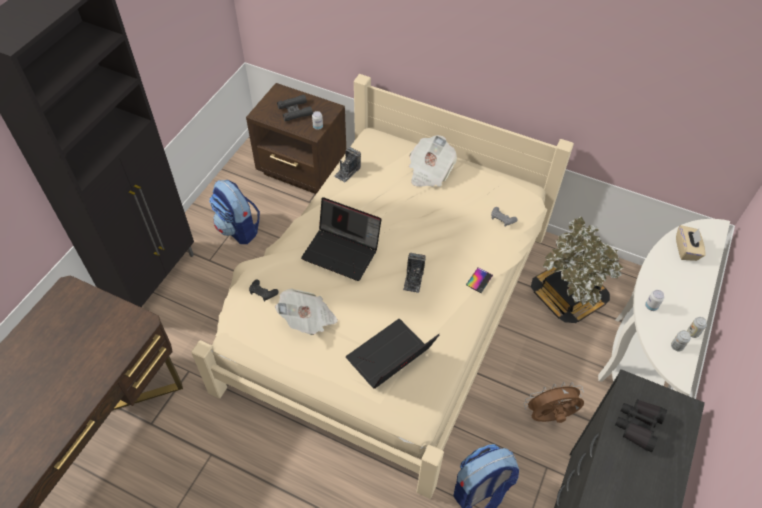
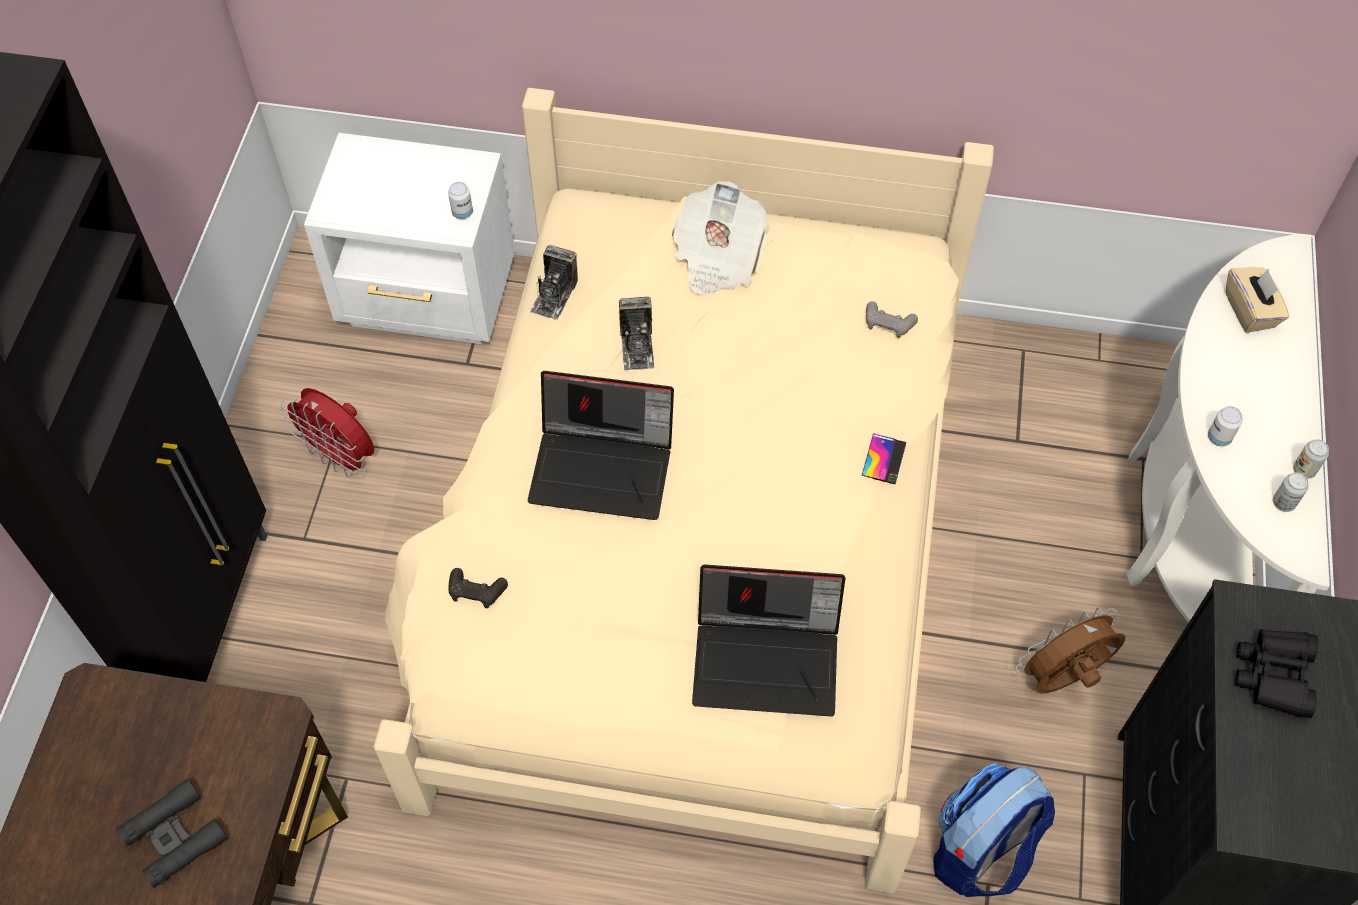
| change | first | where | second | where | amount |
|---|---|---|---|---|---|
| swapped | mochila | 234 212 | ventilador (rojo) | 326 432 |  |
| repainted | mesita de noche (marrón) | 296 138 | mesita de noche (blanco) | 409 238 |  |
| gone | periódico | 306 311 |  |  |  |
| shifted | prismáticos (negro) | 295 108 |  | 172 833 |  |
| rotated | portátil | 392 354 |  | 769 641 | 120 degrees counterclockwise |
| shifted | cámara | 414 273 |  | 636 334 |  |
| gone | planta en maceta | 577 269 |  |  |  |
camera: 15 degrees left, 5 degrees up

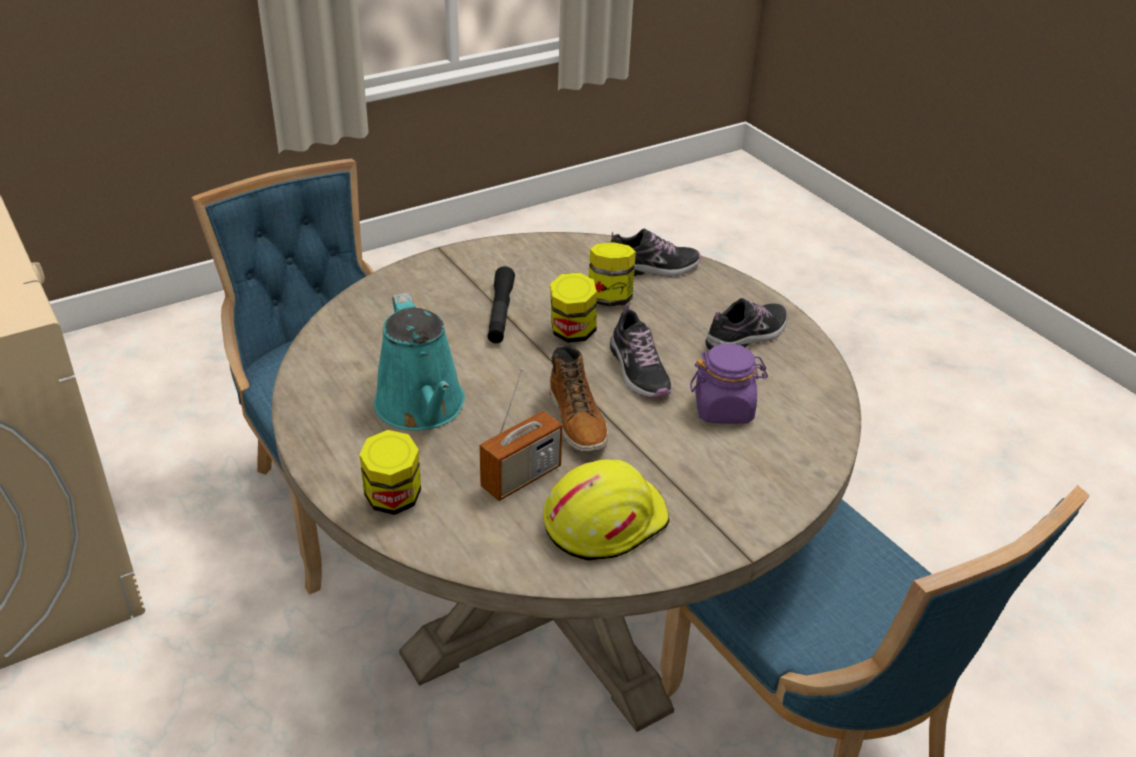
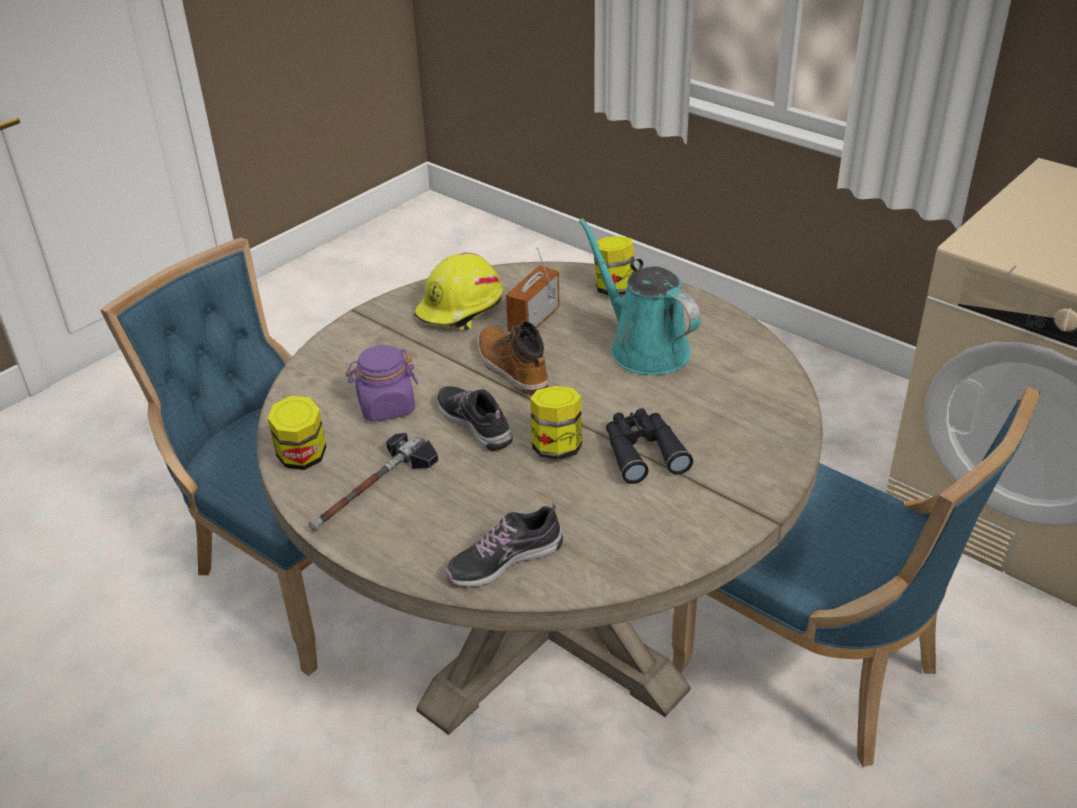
| change | first | where | second | where | amount |
|---|---|---|---|---|---|
| swapped | linterna (negro) | 501 304 | prismáticos (negro) | 649 446 |  |
| shifted | tarro | 612 274 |  | 297 432 |  |
| swapped | zapato | 746 323 | martillo | 373 482 |  |
camera: 165 degrees right, 0 degrees up

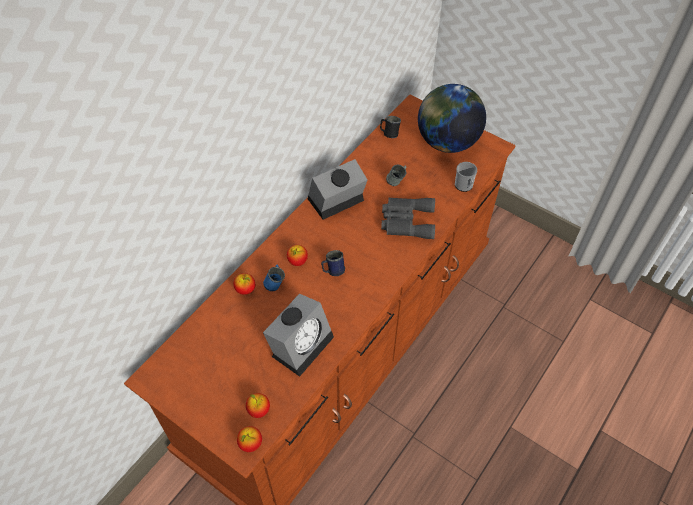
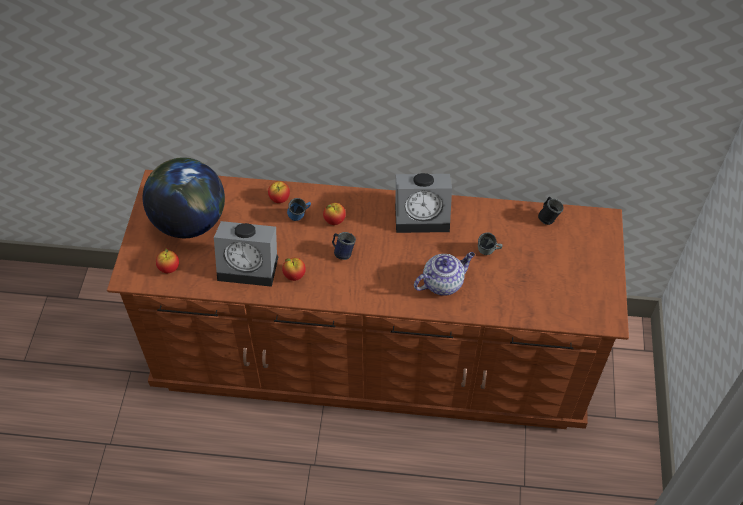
| change | first | where | second | where | amount |
|---|---|---|---|---|---|
| shifted | manzana | 249 439 |  | 294 269 |  |
| rotated | despertador | 338 189 |  | 423 203 | 150 degrees clockwise |
| swapped | prismáticos (gris) | 408 218 | tetera | 444 274 |  |
| shifted | globo terráqueo | 452 118 |  | 184 197 |  |
| gone | taza grande | 466 177 |  |  |  |
camera: 60 degrees right, 0 degrees up

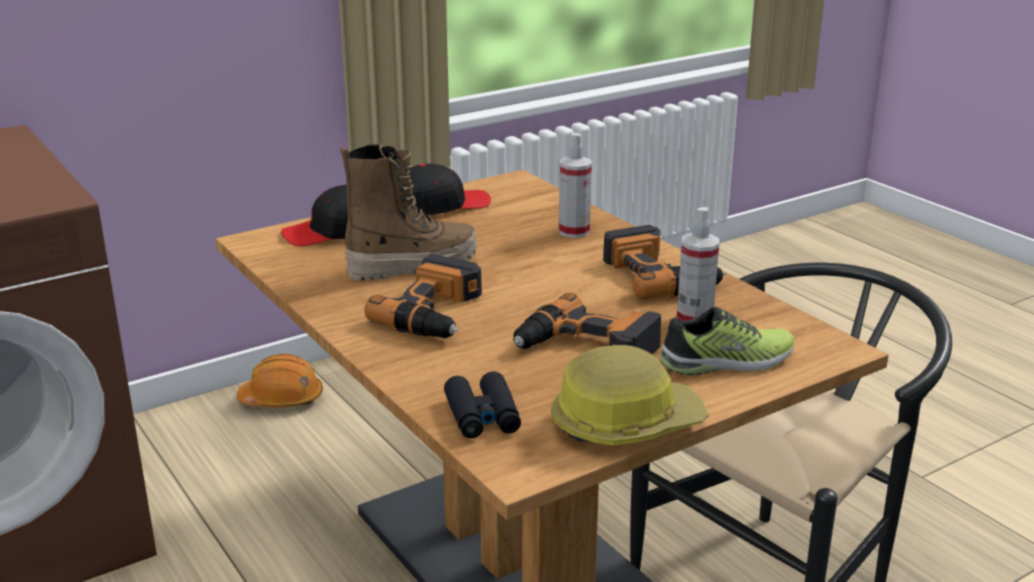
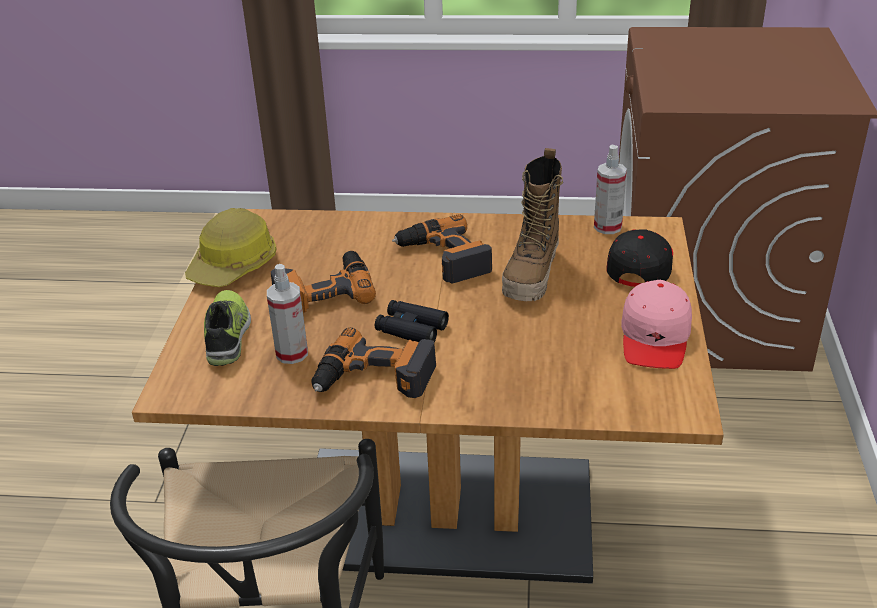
| change | first | where | second | where | amount |
|---|---|---|---|---|---|
| gone | casco (naranja) | 280 380 |  |  |  |
| repainted | gorra (negro) | 449 189 | gorra (rosa) | 656 324 |  |
| shifted | prismáticos (negro) | 482 405 |  | 412 321 |  |
| shifted | pulverizador | 575 185 |  | 610 189 |  |
| rotated | zapato | 727 340 |  | 227 328 | 150 degrees clockwise |
camera: 130 degrees right, 10 degrees up

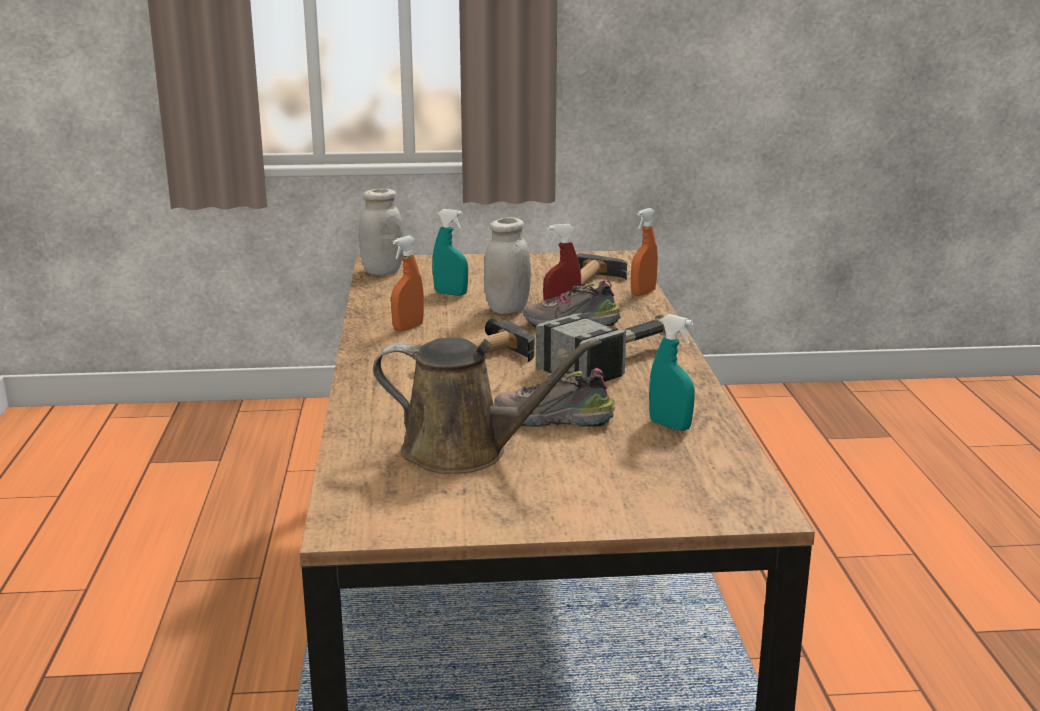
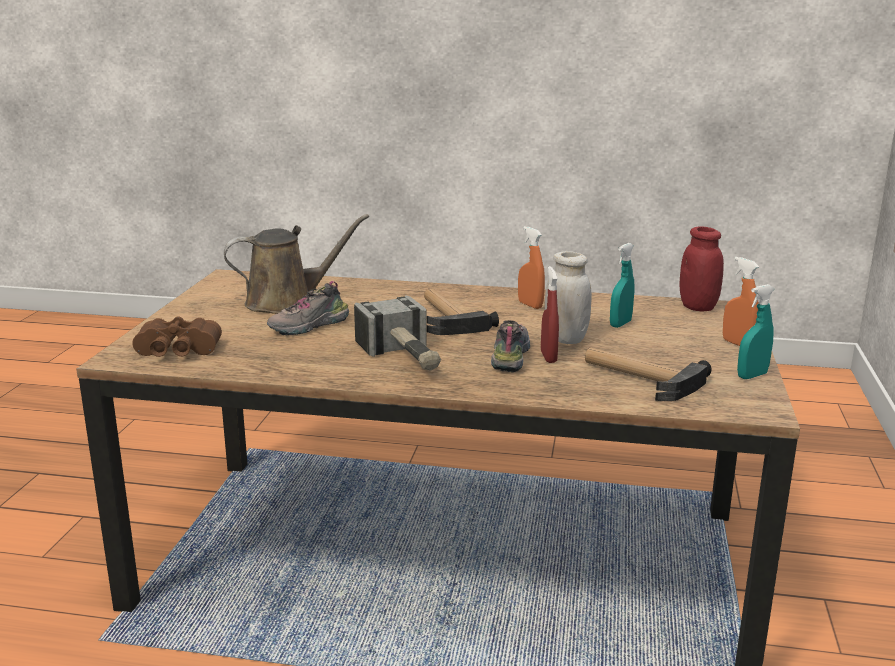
| change | first | where | second | where | amount |
|---|---|---|---|---|---|
| repainted | tarro (blanco) | 381 232 | tarro (rojo) | 702 268 |  |
| rotated | regadera (marrón) | 487 406 |  | 296 264 | 135 degrees counterclockwise |
| rotated | zapato | 554 397 |  | 308 308 | 150 degrees counterclockwise |
| shifted | pulverizador (naranja) | 644 252 |  | 741 301 |  |
| shifted | pulverizador (turquesa) | 672 372 |  | 755 331 |  |
| new |  |  | prismáticos (marrón) | 177 336 |  |
camera: 105 degrees right, 0 degrees up

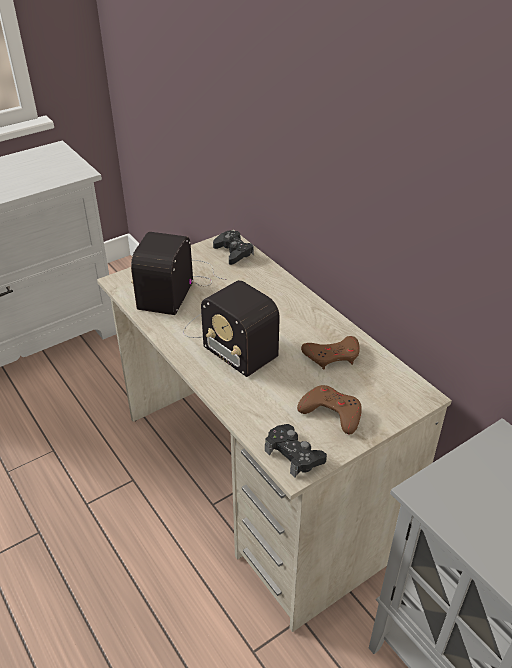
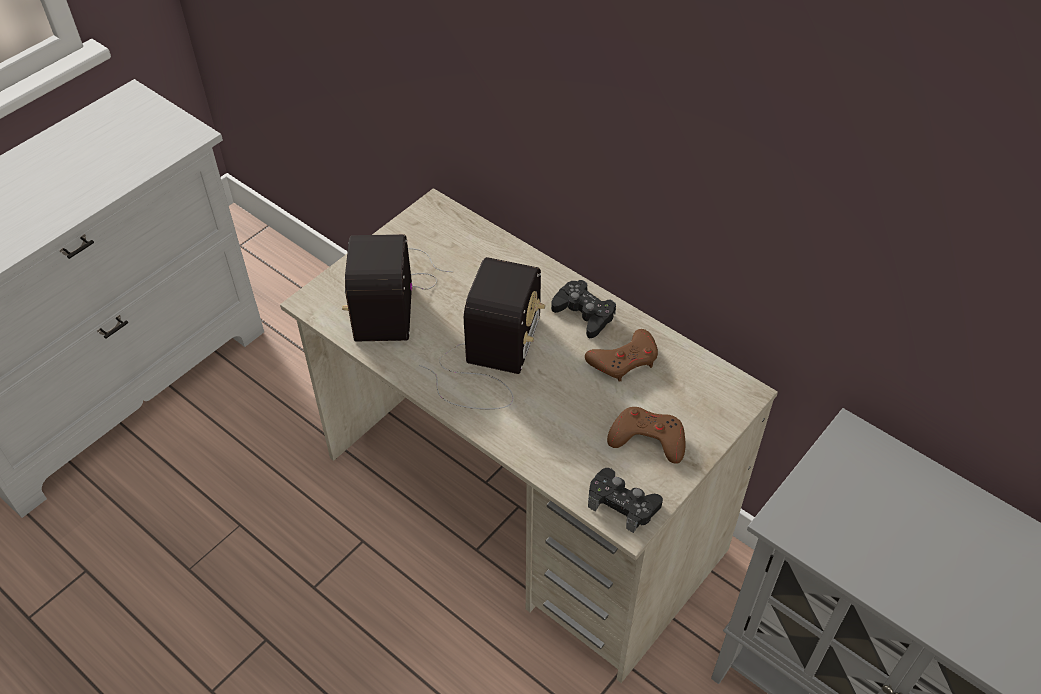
| change | first | where | second | where | amount |
|---|---|---|---|---|---|
| rotated | radio | 231 328 |  | 482 333 | 105 degrees counterclockwise |
| shifted | mando de consola (negro) | 233 247 |  | 583 309 |  |
camera: 15 degrees left, 10 degrees up

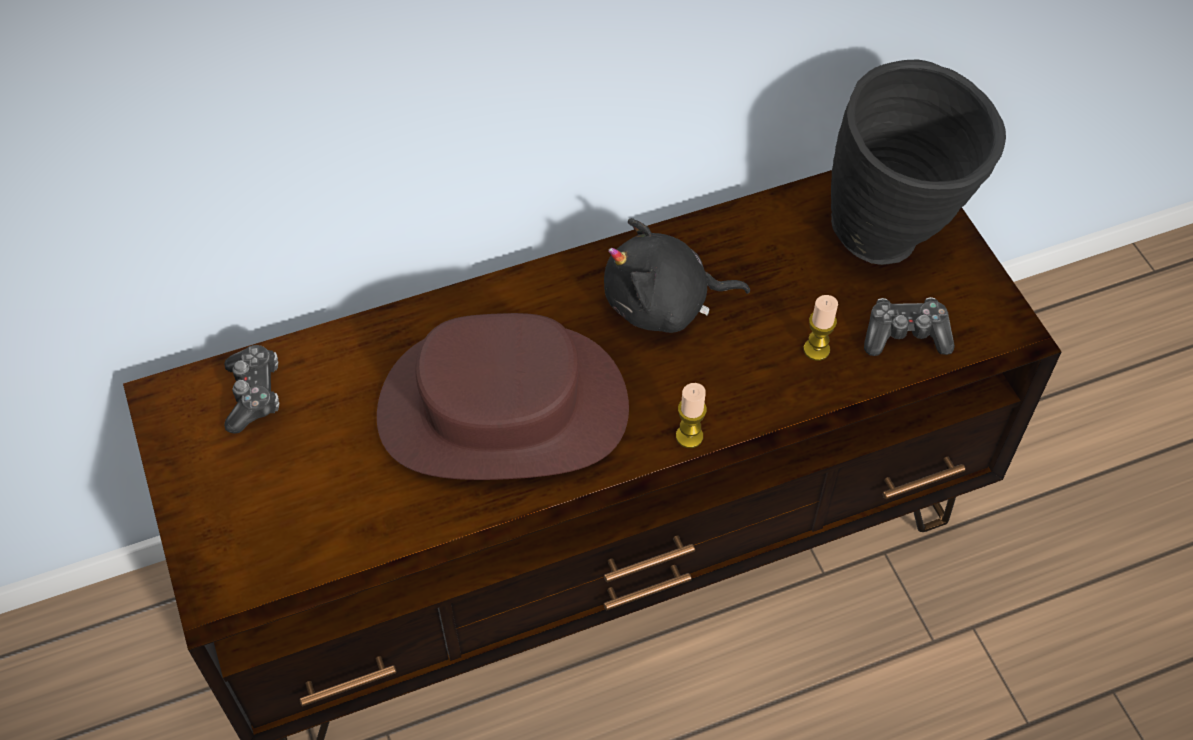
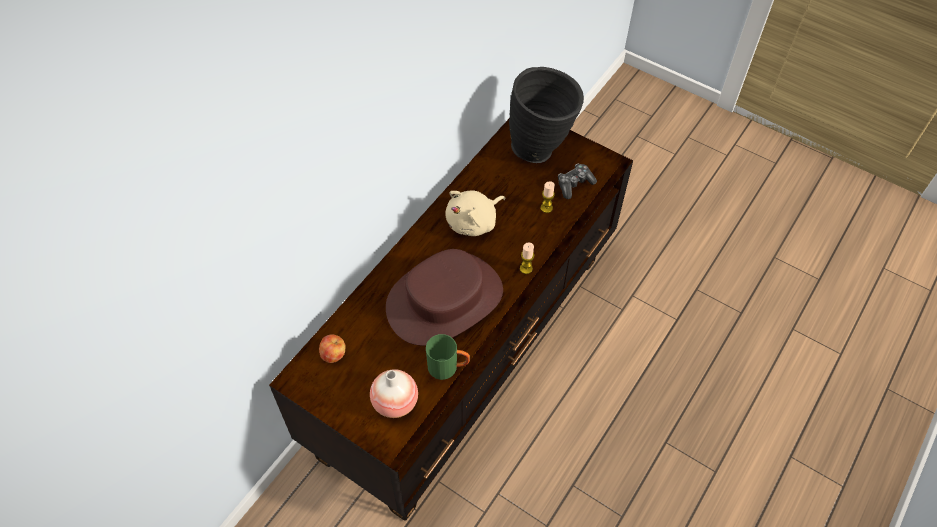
| change | first | where | second | where | amount |
|---|---|---|---|---|---|
| swapped | mando de consola | 251 389 | manzana | 332 348 |  |
| repainted | peluche (negro) | 677 275 | peluche (beis) | 475 213 |  |
| new |  |  | florero | 394 393 |  |
| new |  |  | taza grande (verde) | 448 357 |  |
camera: 35 degrees left, 0 degrees up

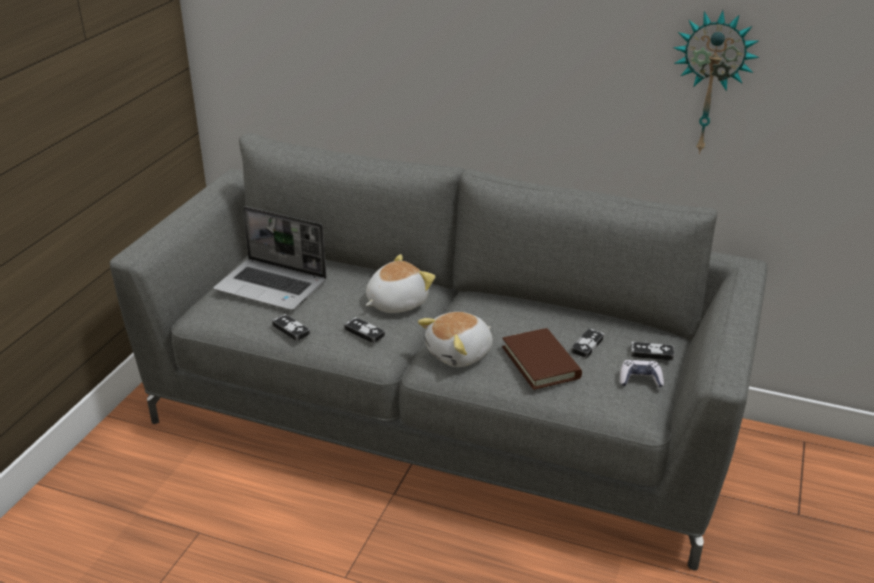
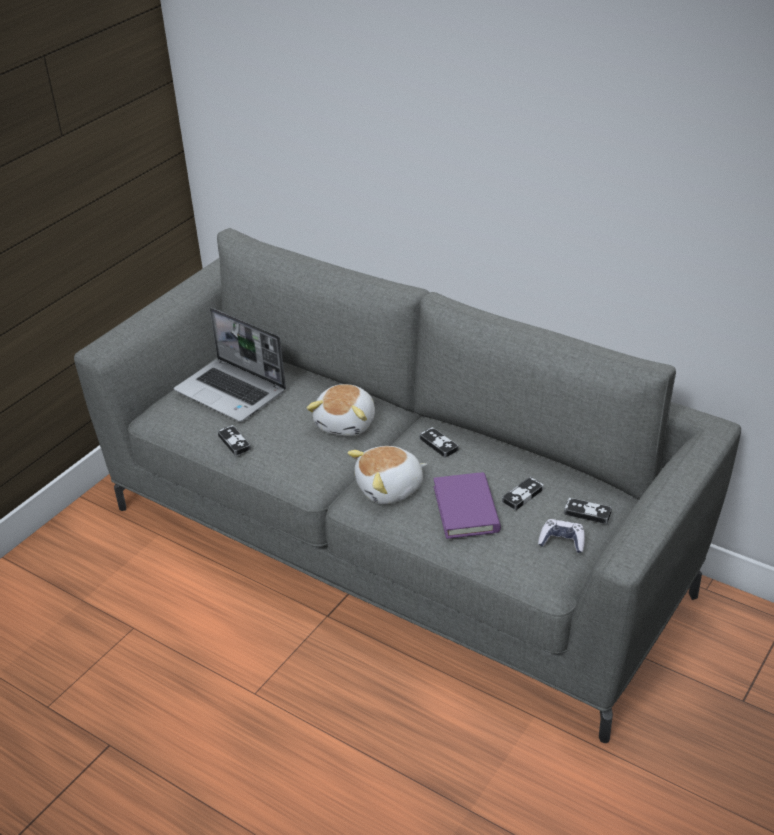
| change | first | where | second | where | amount |
|---|---|---|---|---|---|
| shifted | mando de consola | 364 330 |  | 438 442 |  |
| rotated | peluche | 400 283 |  | 341 410 | 135 degrees clockwise |
| repainted | libro (marrón) | 542 359 | libro (morado) | 467 505 |  |
| gone | reloj de pared | 716 82 |  |  |  |
camera: 15 degrees right, 5 degrees up

